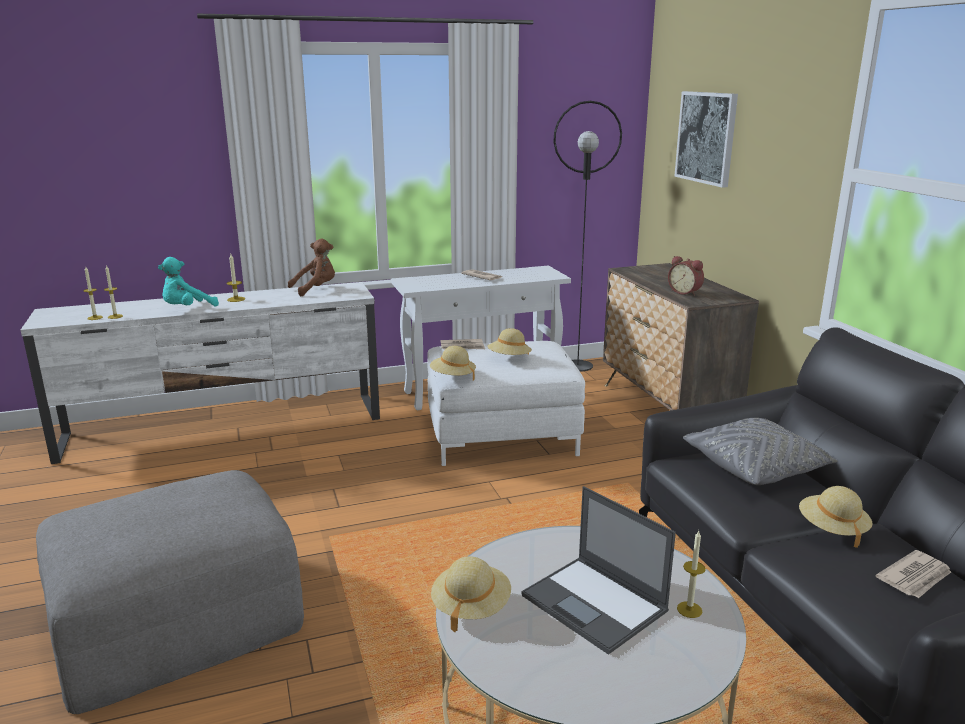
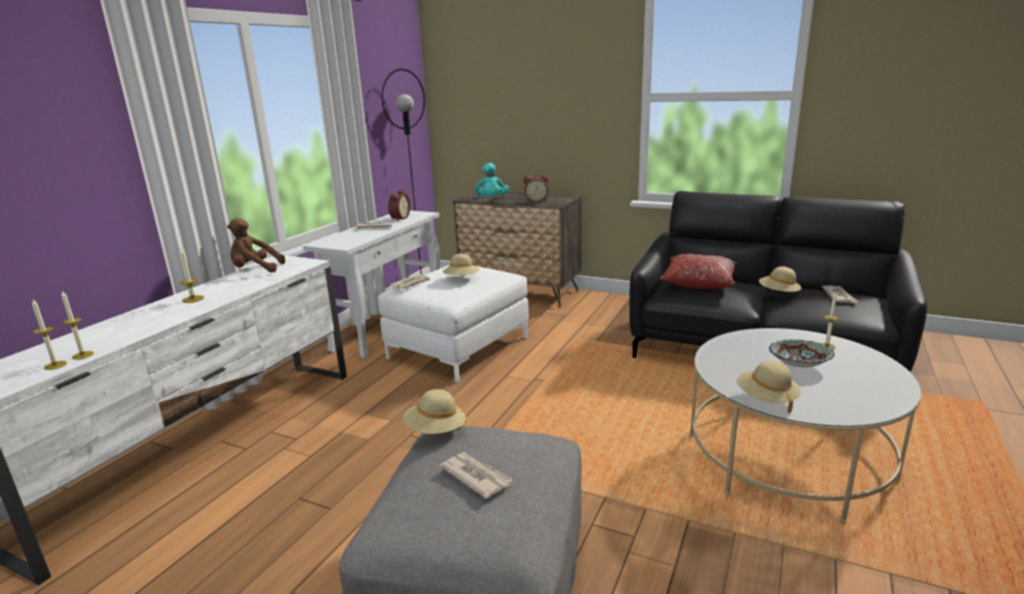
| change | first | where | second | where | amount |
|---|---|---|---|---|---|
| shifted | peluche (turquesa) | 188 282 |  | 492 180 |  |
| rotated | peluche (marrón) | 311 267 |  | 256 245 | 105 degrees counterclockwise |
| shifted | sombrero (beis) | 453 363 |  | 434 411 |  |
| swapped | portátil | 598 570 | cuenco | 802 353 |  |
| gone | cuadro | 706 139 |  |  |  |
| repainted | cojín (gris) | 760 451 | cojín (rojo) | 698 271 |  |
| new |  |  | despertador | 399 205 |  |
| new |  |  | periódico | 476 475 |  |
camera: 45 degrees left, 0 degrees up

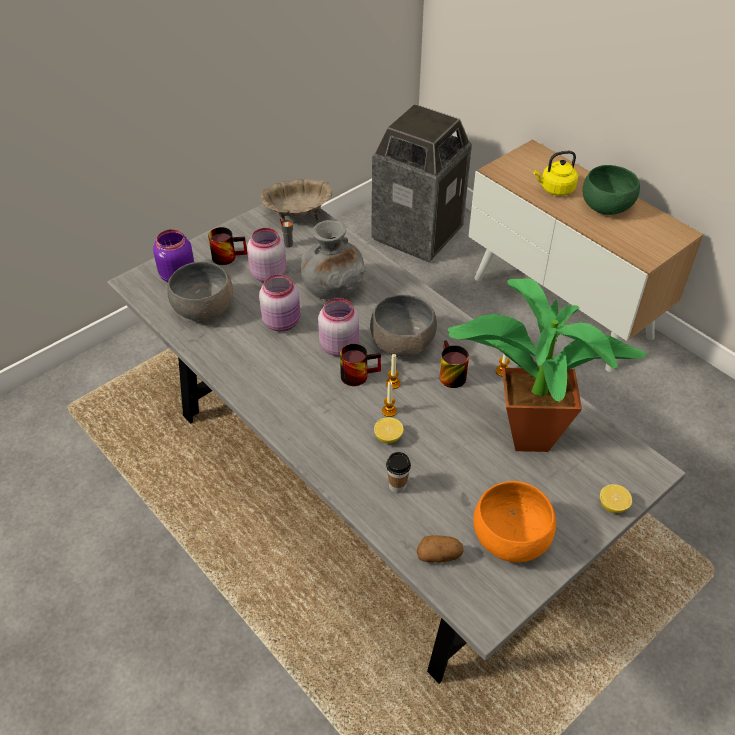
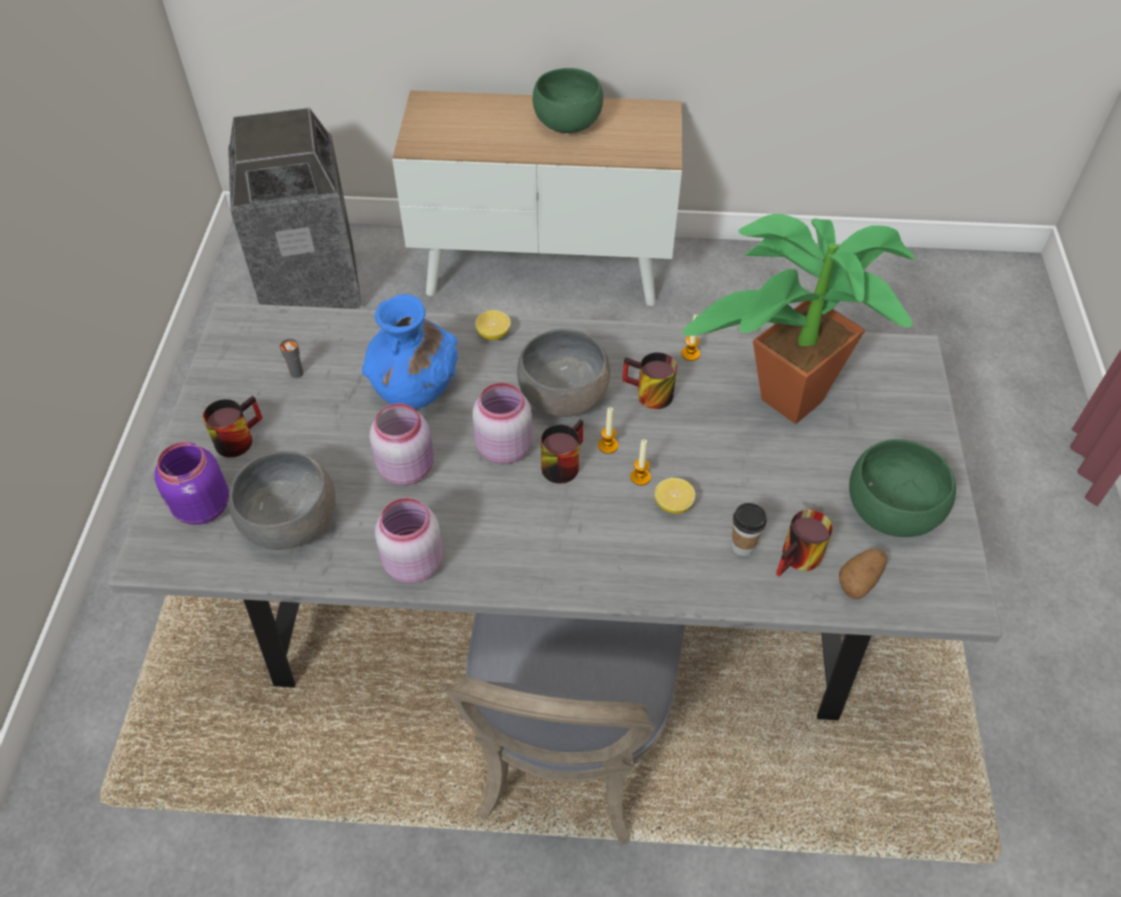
| change | first | where | second | where | amount |
|---|---|---|---|---|---|
| shifted | tarro (rosa) | 266 255 |  | 409 540 |  |
| gone | cuenco (beis) | 296 200 |  |  |  |
| repainted | florero (gris) | 333 260 | florero (azul) | 410 351 |  |
| repainted | cuenco (naranja) | 514 521 | cuenco (verde) | 902 488 |  |
| gone | hervidor (amarillo) | 555 173 |  |  |  |
| shifted | limón | 616 498 |  | 493 325 |  |
| new |  |  | silla (gris) | 566 729 |  |
| new |  |  | taza grande | 804 542 |  |
camera: 45 degrees left, 5 degrees up

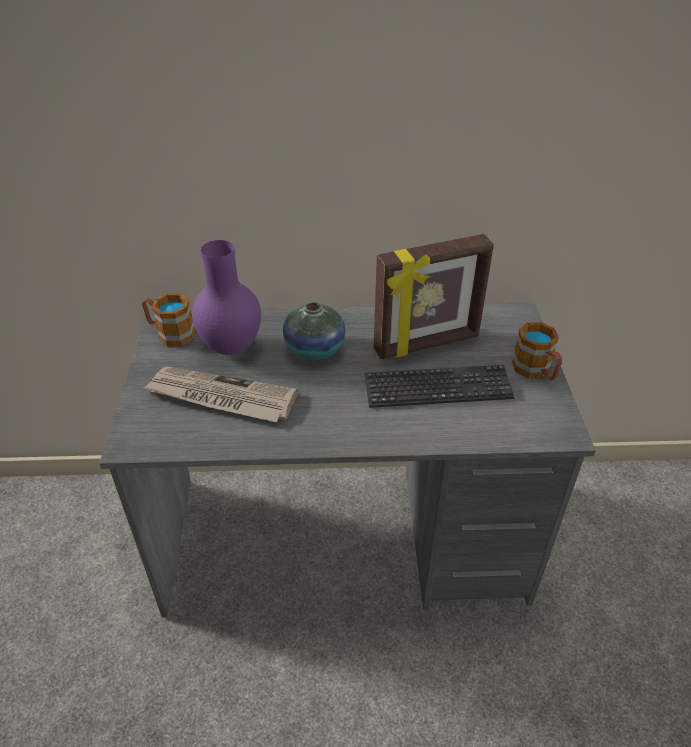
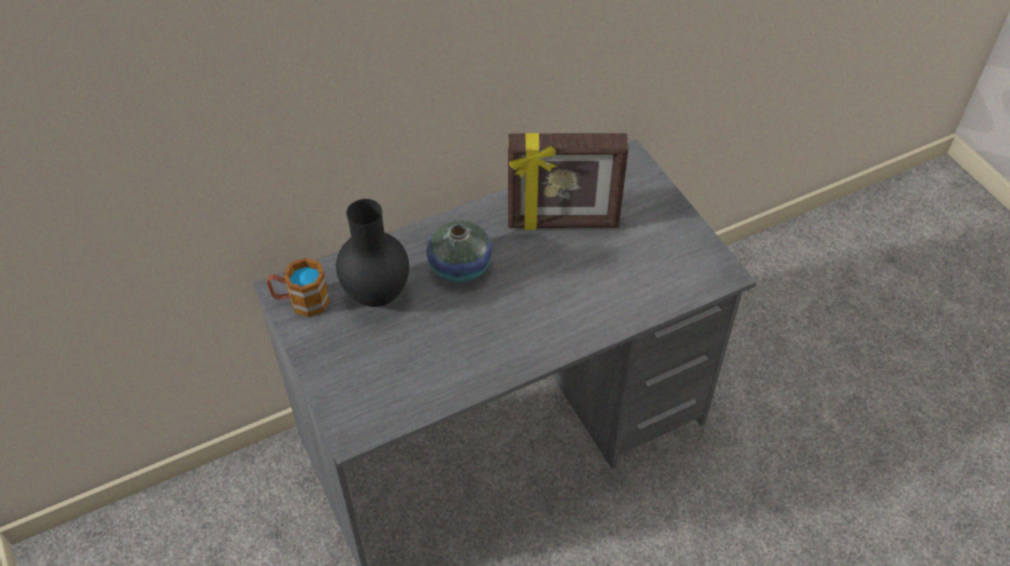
| change | first | where | second | where | amount |
|---|---|---|---|---|---|
| gone | periódico | 220 394 |  |  |  |
| repainted | florero (morado) | 226 297 | florero (negro) | 372 253 |  |
| gone | teclado | 439 386 |  |  |  |
| rotated | portarretratos | 434 296 |  | 568 181 | 45 degrees clockwise |
| gone | taza grande | 537 351 |  |  |  |
camera: 25 degrees left, 10 degrees up

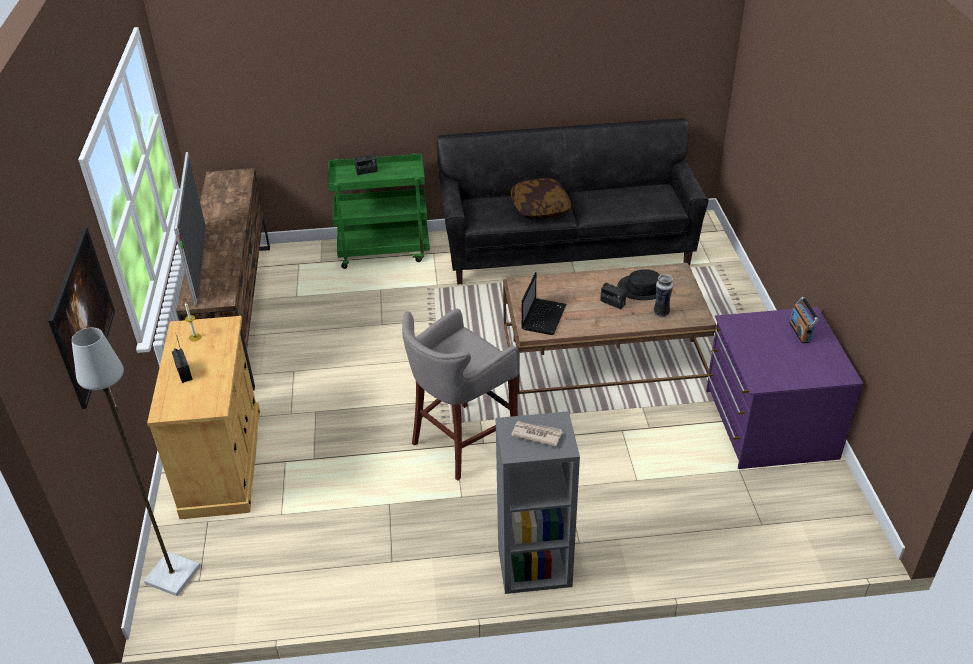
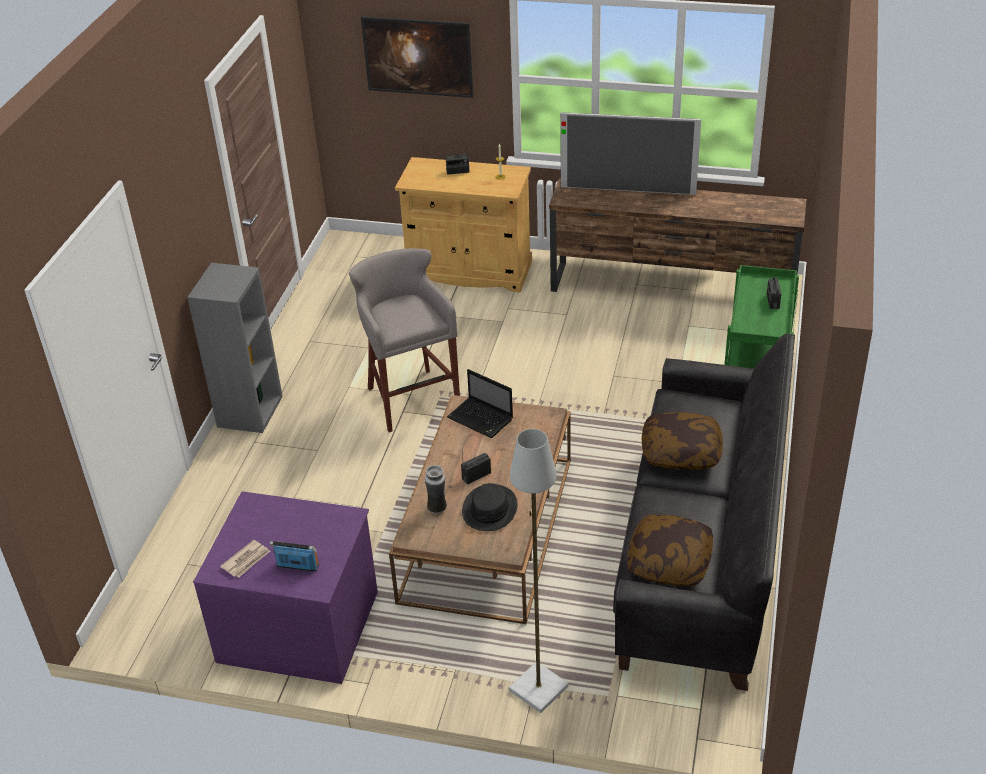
| change | first | where | second | where | amount |
|---|---|---|---|---|---|
| shifted | lámpara de pie (gris) | 136 462 |  | 539 571 |  |
| shifted | periódico | 537 434 |  | 245 558 |  |
| new |  |  | cojín | 670 550 |  |
camera: 110 degrees right, 0 degrees up

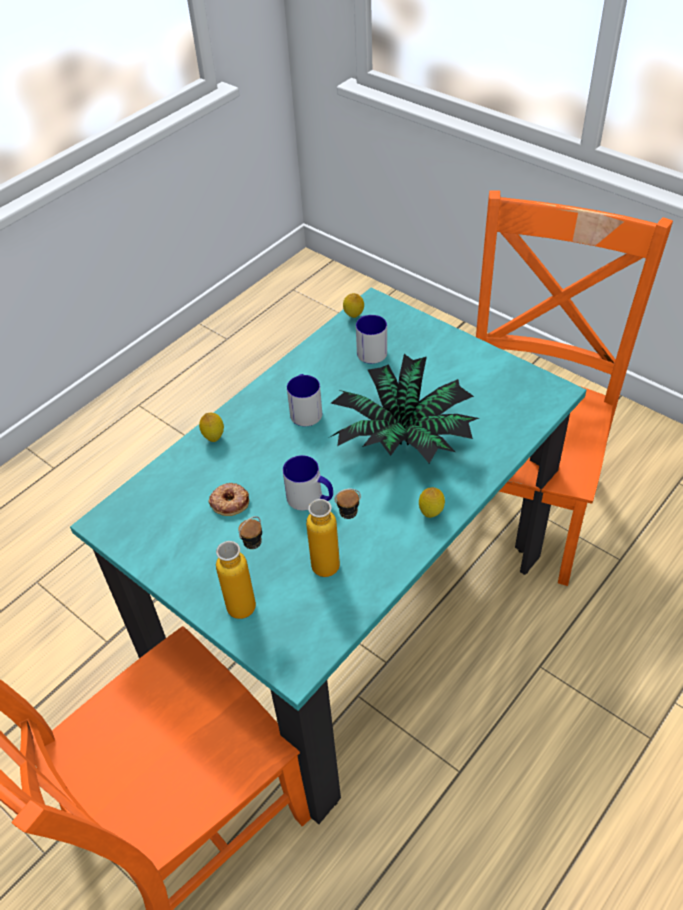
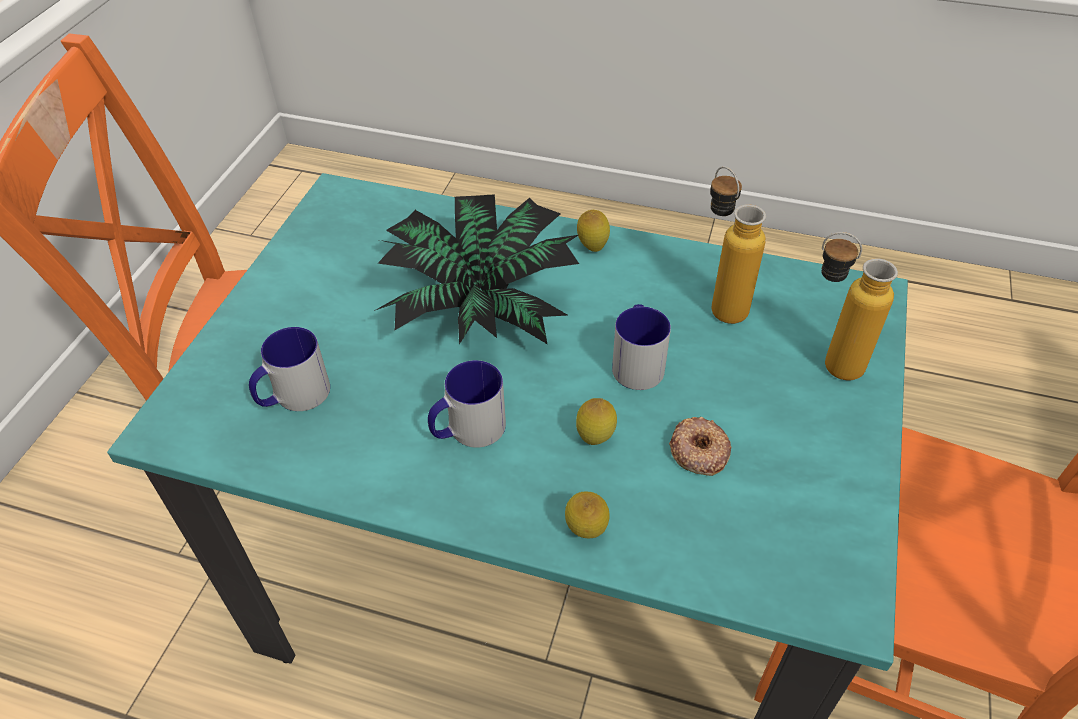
| change | first | where | second | where | amount |
|---|---|---|---|---|---|
| shifted | limón | 353 305 |  | 596 421 |  |
camera: 115 degrees left, 0 degrees up

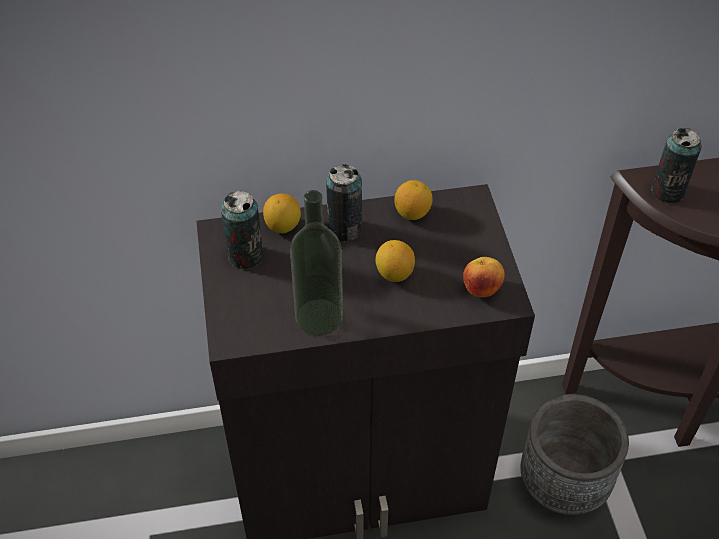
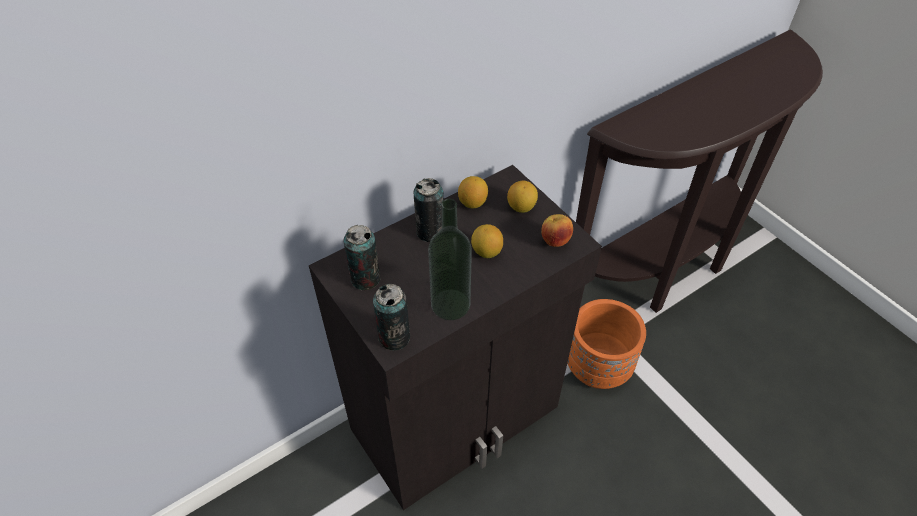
| change | first | where | second | where | amount |
|---|---|---|---|---|---|
| shifted | limón | 282 213 |  | 522 197 |  |
| repainted | maceta (gris) | 575 454 | maceta (naranja) | 607 344 |  |
| shifted | lata | 676 166 |  | 391 317 |  |
camera: 25 degrees left, 0 degrees up

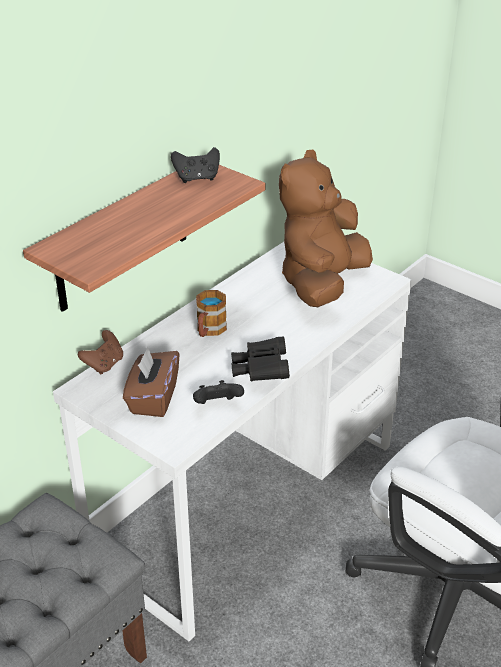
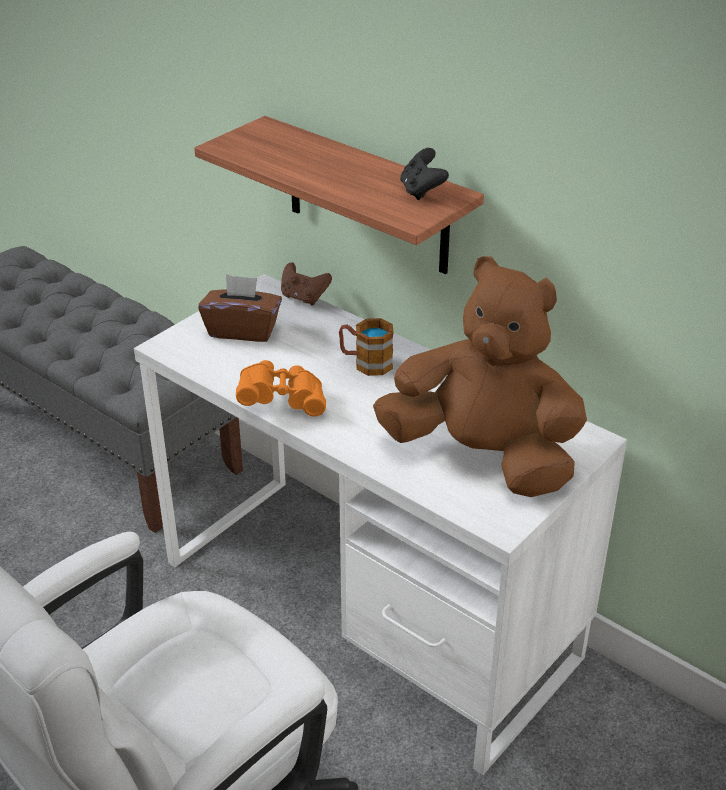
| change | first | where | second | where | amount |
|---|---|---|---|---|---|
| gone | mando de consola (negro) | 218 392 |  |  |  |
| repainted | prismáticos (negro) | 260 359 | prismáticos (naranja) | 281 388 |  |
camera: 90 degrees right, 0 degrees up

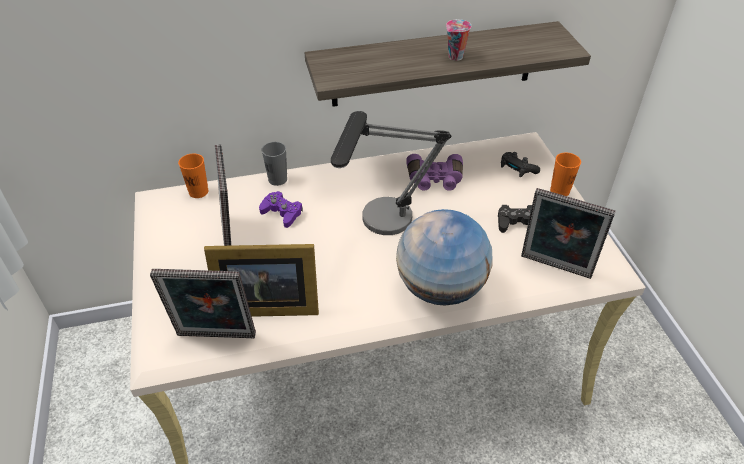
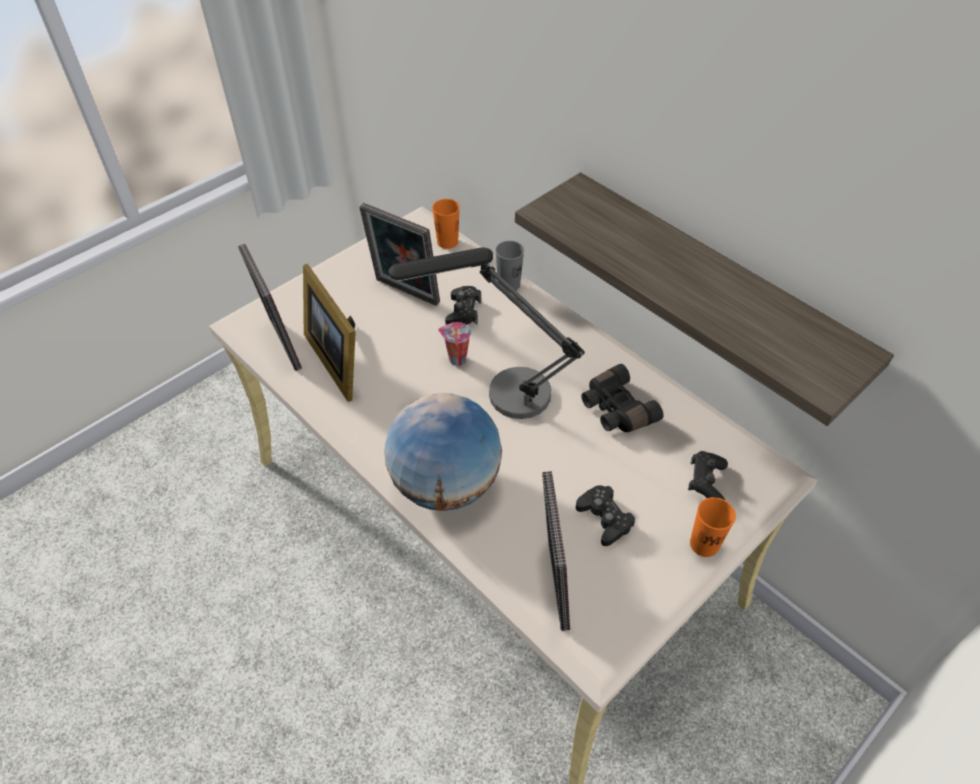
| change | first | where | second | where | amount |
|---|---|---|---|---|---|
| rotated | portarretratos | 223 195 |  | 399 254 | 75 degrees clockwise |
| repainted | mando de consola (morado) | 281 209 | mando de consola (negro) | 463 305 |  |
| repainted | prismáticos (morado) | 434 172 | prismáticos (negro) | 622 398 |  |
| shifted | taza | 458 40 |  | 454 344 |  |
camera: 60 degrees right, 5 degrees up

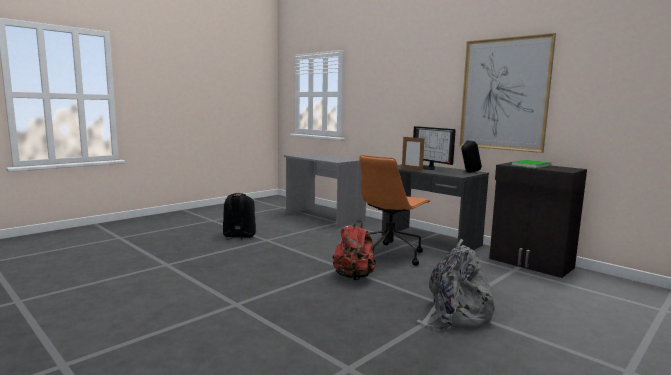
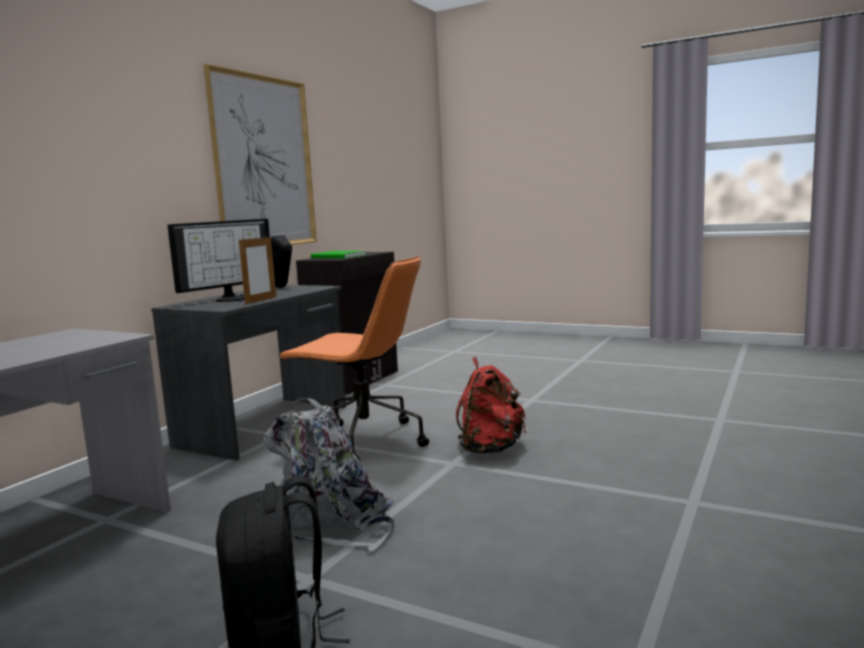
| change | first | where | second | where | amount |
|---|---|---|---|---|---|
| shifted | mochila (gris) | 456 285 |  | 328 474 |  |
camera: 105 degrees left, 0 degrees up

